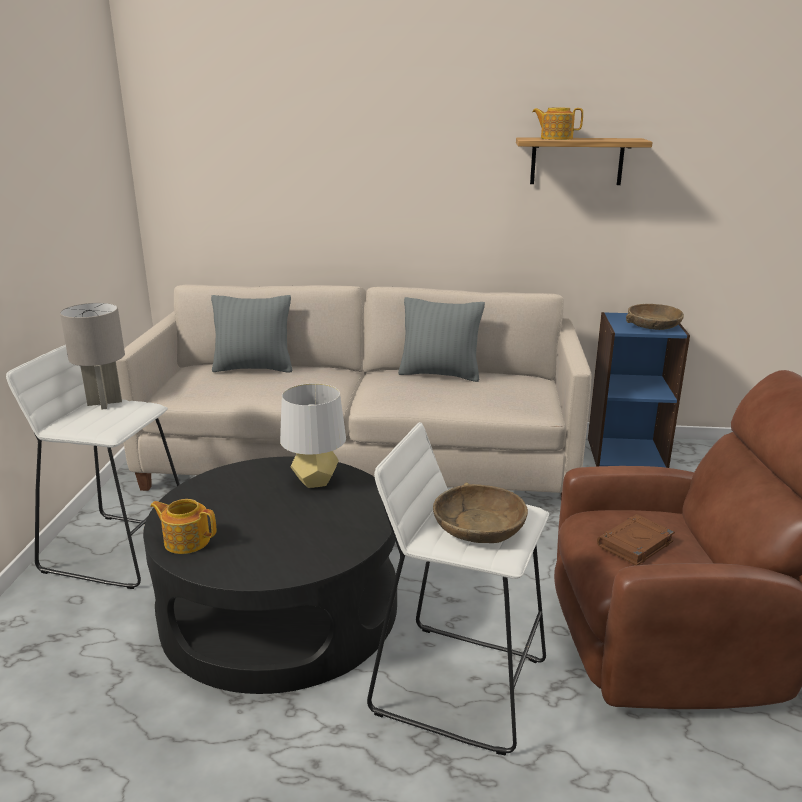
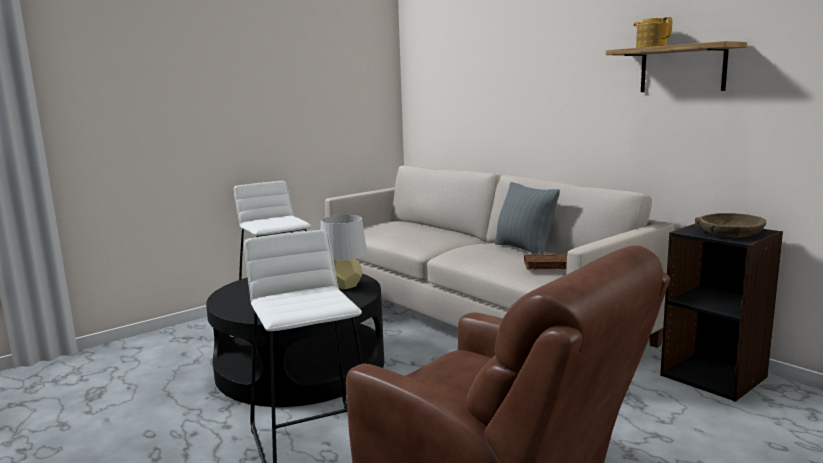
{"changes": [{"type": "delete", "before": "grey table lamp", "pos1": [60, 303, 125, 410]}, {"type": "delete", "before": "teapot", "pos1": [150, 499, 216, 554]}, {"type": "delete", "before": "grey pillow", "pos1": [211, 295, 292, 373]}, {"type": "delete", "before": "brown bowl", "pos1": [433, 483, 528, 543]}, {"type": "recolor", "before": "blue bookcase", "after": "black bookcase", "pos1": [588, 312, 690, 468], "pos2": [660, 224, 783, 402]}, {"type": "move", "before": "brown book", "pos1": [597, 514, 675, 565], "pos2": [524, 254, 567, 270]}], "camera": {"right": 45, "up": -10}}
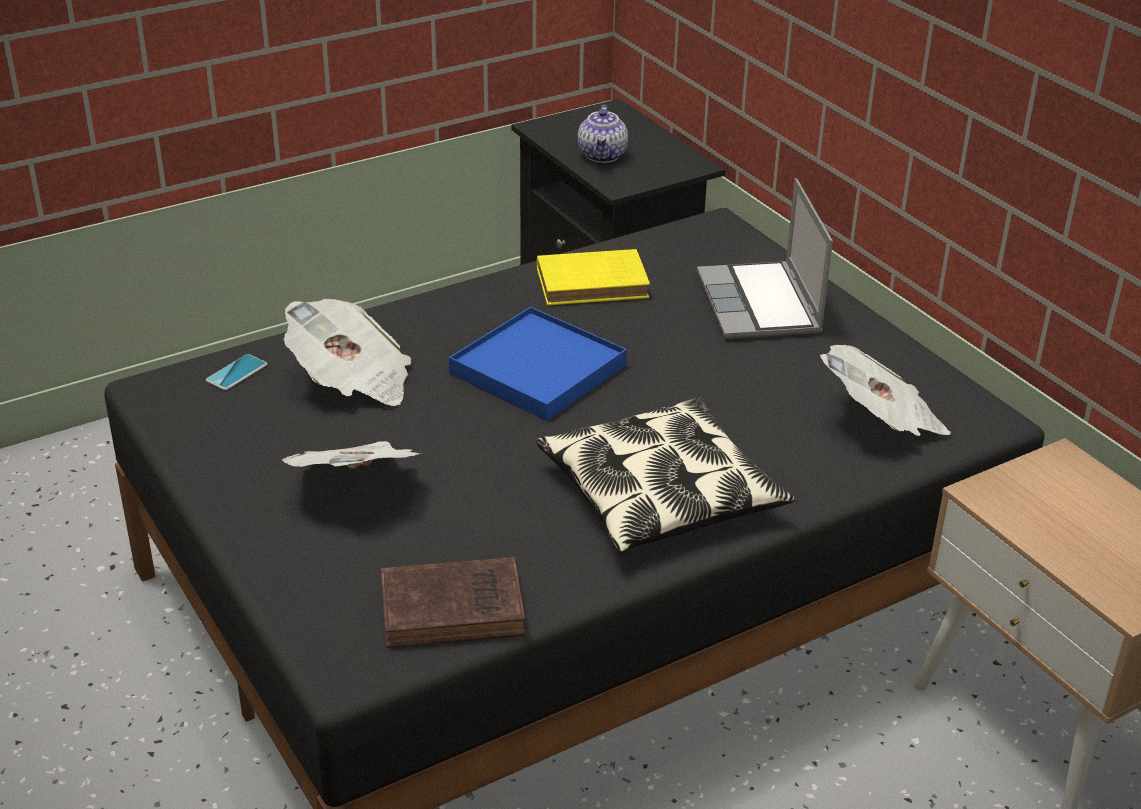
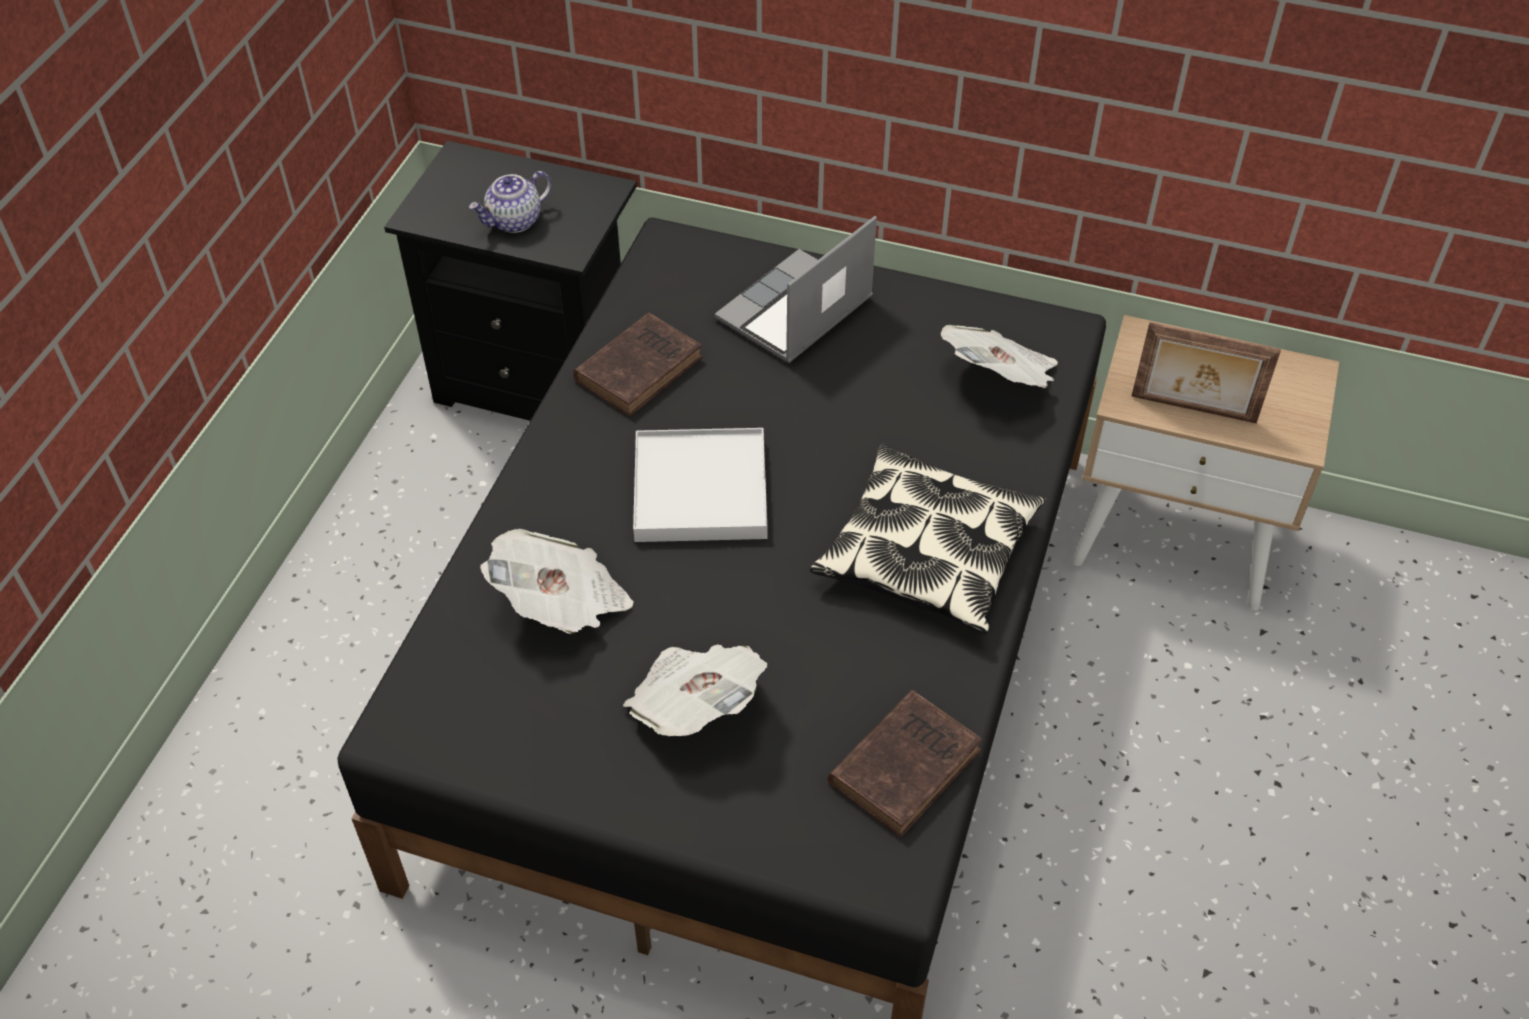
{"changes": [{"type": "delete", "before": "phone", "pos1": [206, 354, 267, 390]}, {"type": "recolor", "before": "blue tray", "after": "white tray", "pos1": [449, 307, 627, 421], "pos2": [633, 428, 767, 542]}, {"type": "recolor", "before": "yellow book", "after": "brown book", "pos1": [537, 249, 650, 305], "pos2": [574, 313, 703, 416]}, {"type": "rotate", "before": "teapot", "pos1": [578, 105, 628, 163], "pos2": [469, 171, 552, 233], "turn": 90}, {"type": "rotate", "before": "laptop", "pos1": [697, 178, 833, 339], "pos2": [715, 216, 877, 363], "turn": 90}, {"type": "insert", "after": "picture frame", "pos2": [1131, 322, 1281, 423]}], "camera": {"right": -40, "up": 15}}
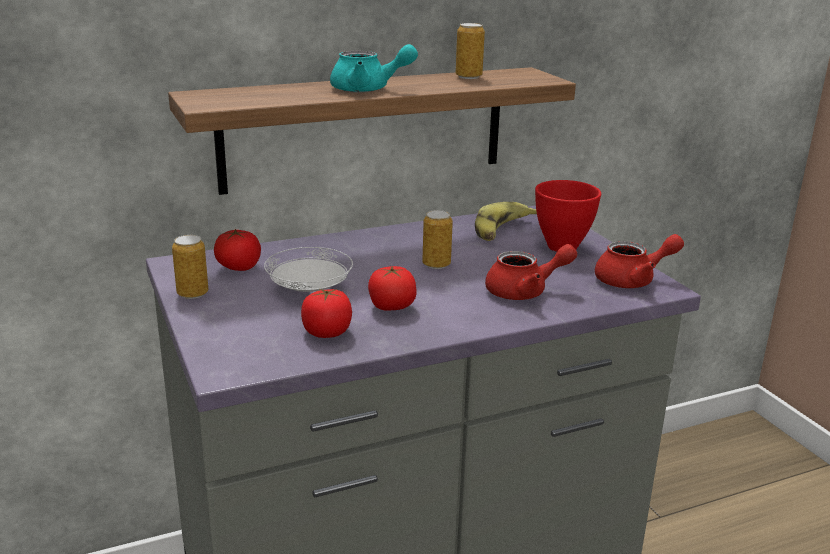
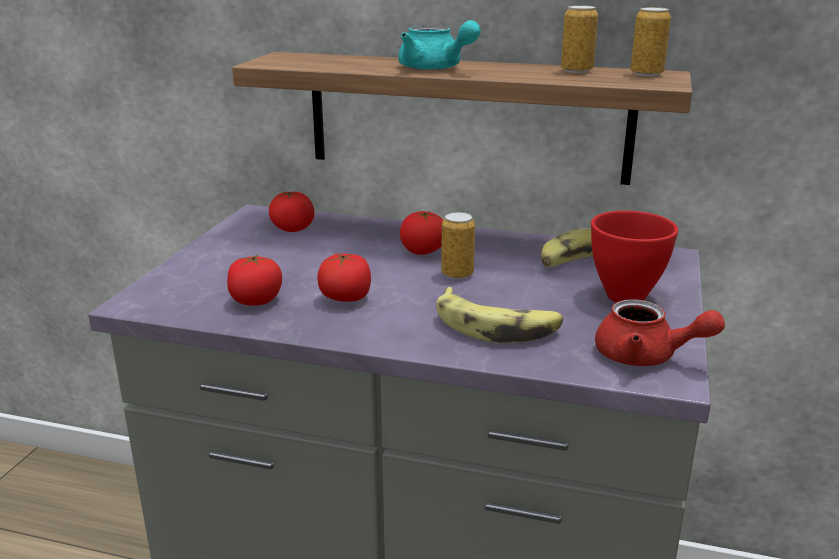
{"changes": [{"type": "move", "before": "can", "pos1": [172, 235, 208, 299], "pos2": [630, 7, 671, 76]}, {"type": "delete", "before": "white plate", "pos1": [264, 247, 353, 292]}, {"type": "replace", "before": "red teapot", "after": "banana", "pos1": [485, 244, 577, 300], "pos2": [436, 287, 563, 343]}, {"type": "insert", "after": "tomato", "pos2": [400, 211, 443, 255]}], "camera": {"right": 40, "up": 0}}
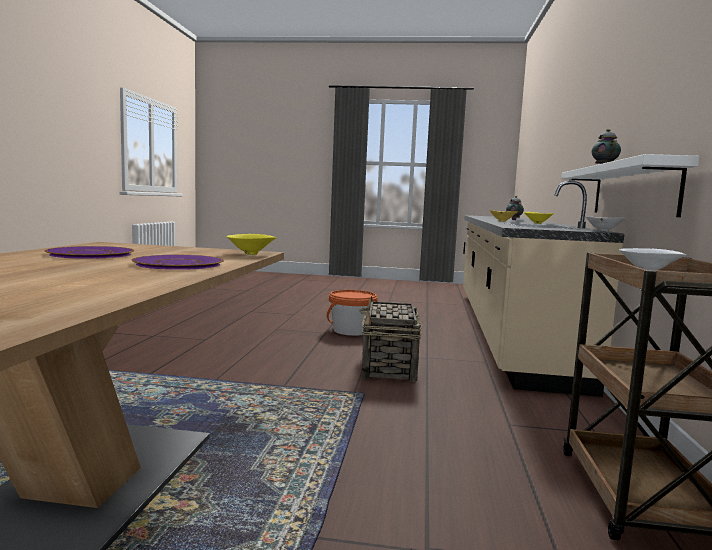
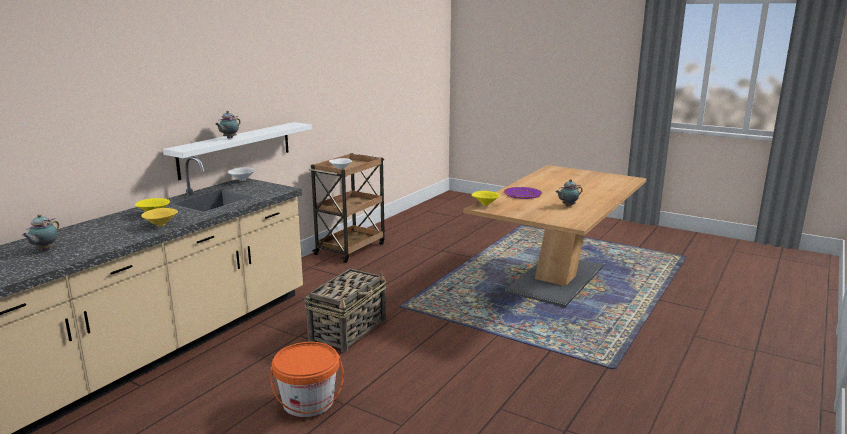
{"changes": [{"type": "replace", "before": "purple plate", "after": "teapot", "pos1": [45, 246, 135, 259], "pos2": [556, 179, 583, 206]}], "camera": {"right": -155, "up": 10}}
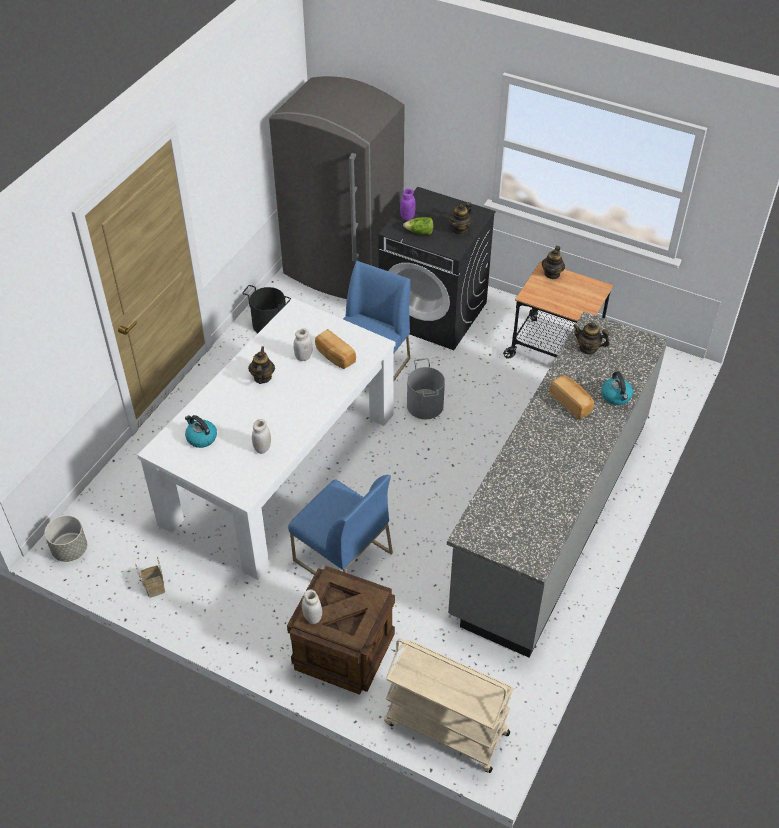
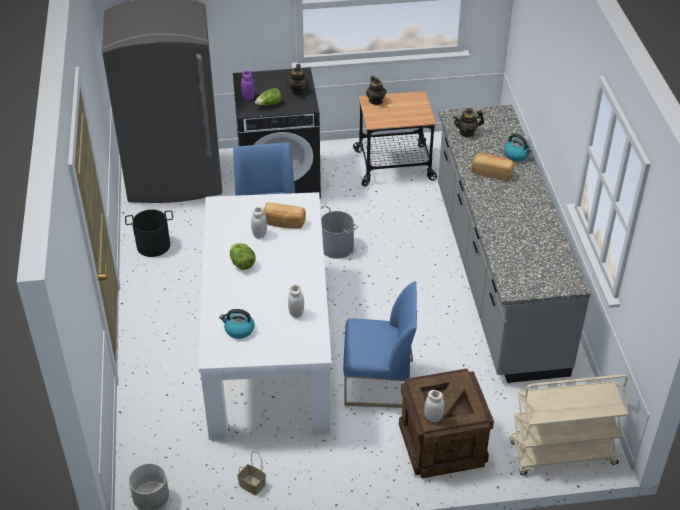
{"changes": [{"type": "replace", "before": "teapot", "after": "lettuce", "pos1": [248, 347, 275, 384], "pos2": [230, 243, 256, 270]}], "camera": {"right": -35, "up": -5}}
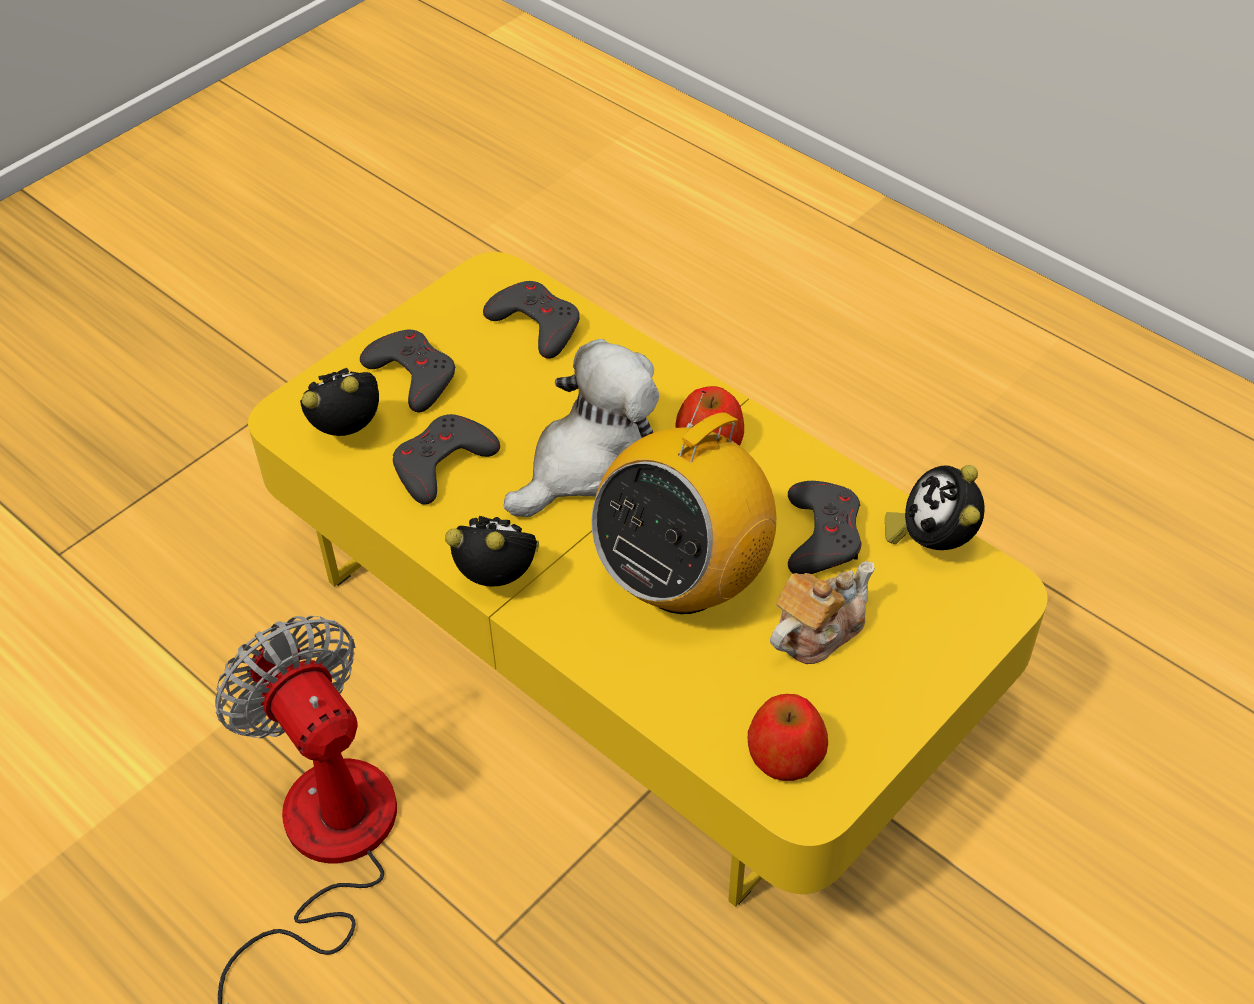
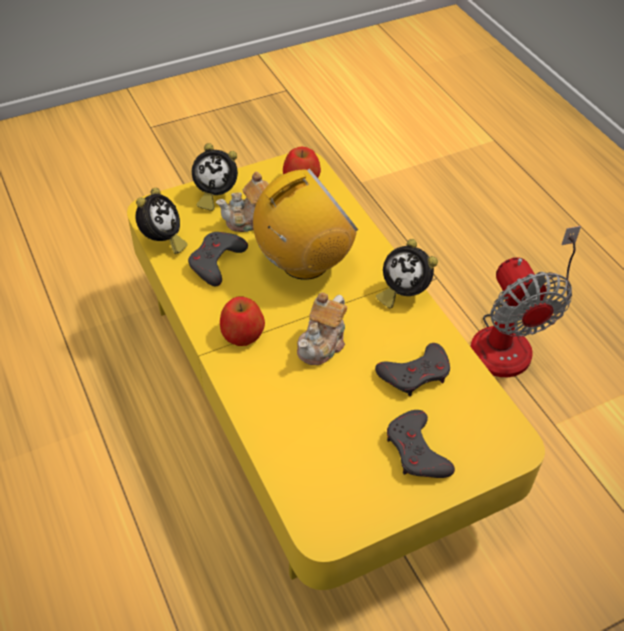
{"changes": [{"type": "move", "before": "alarm clock", "pos1": [300, 368, 379, 436], "pos2": [192, 143, 238, 211]}, {"type": "delete", "before": "grey game controller", "pos1": [483, 281, 580, 359]}, {"type": "replace", "before": "plush toy", "after": "teapot", "pos1": [504, 339, 659, 517], "pos2": [297, 293, 347, 365]}], "camera": {"right": -160, "up": 0}}
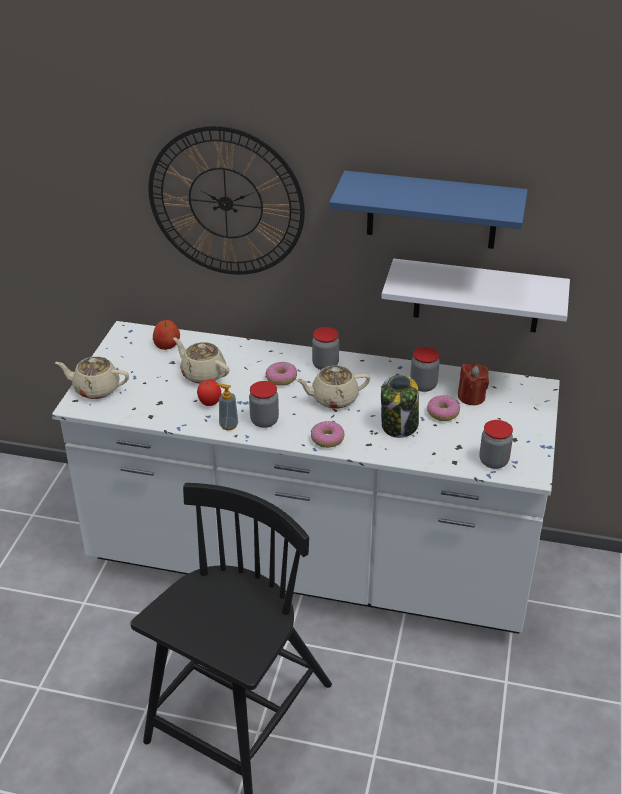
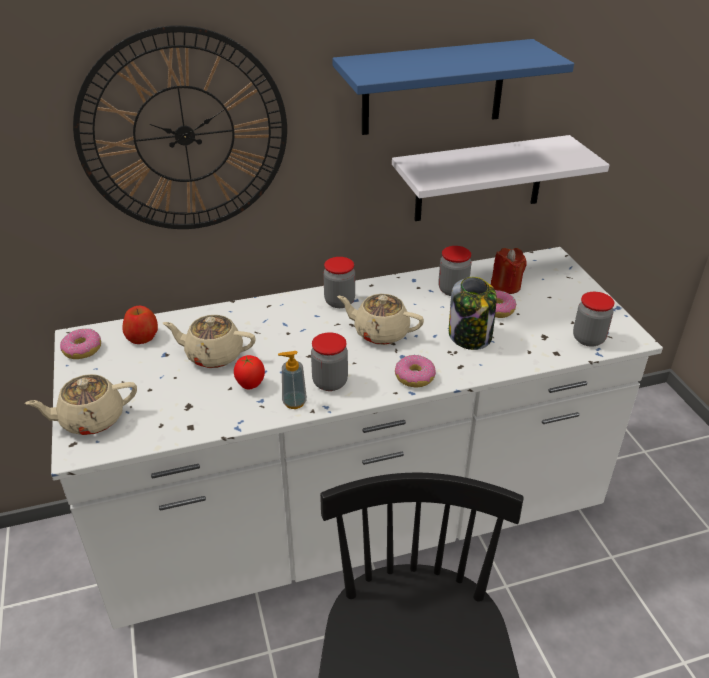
{"changes": [{"type": "move", "before": "donut", "pos1": [265, 362, 297, 386], "pos2": [60, 329, 101, 359]}, {"type": "rotate", "before": "beige teapot", "pos1": [295, 366, 370, 409], "pos2": [337, 294, 424, 345], "turn": 60}], "camera": {"right": -30, "up": 0}}
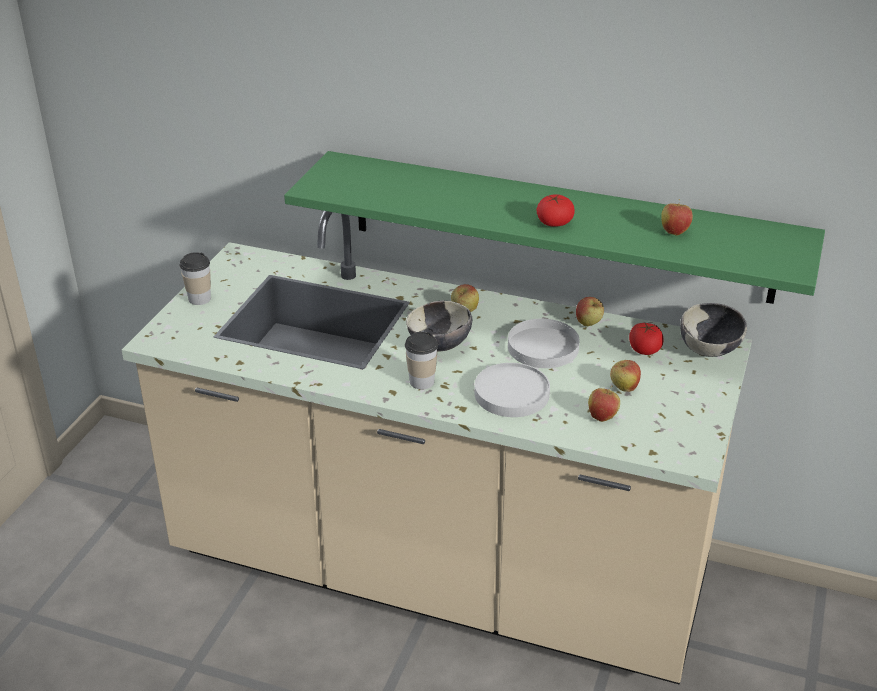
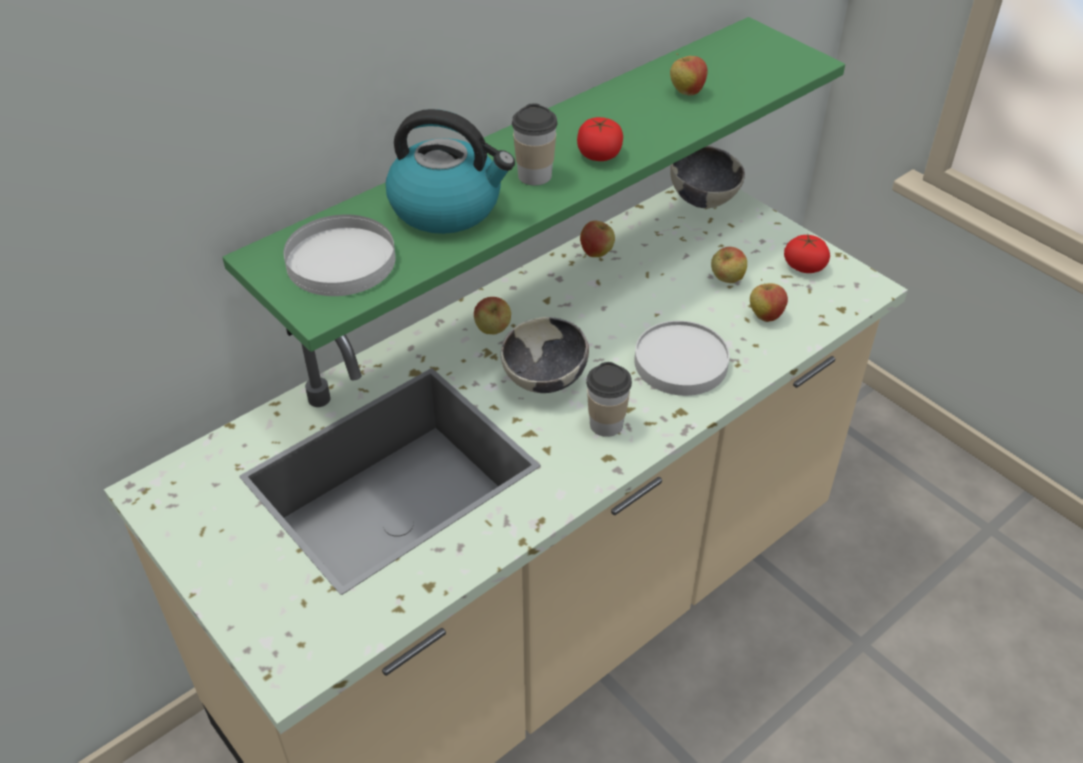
{"changes": [{"type": "move", "before": "cup", "pos1": [180, 252, 211, 305], "pos2": [512, 103, 557, 186]}, {"type": "move", "before": "white plate", "pos1": [508, 319, 580, 368], "pos2": [283, 215, 396, 296]}, {"type": "move", "before": "tomato", "pos1": [629, 323, 663, 355], "pos2": [784, 235, 830, 273]}, {"type": "insert", "after": "kettle", "pos2": [386, 109, 515, 234]}], "camera": {"right": -60, "up": 10}}
